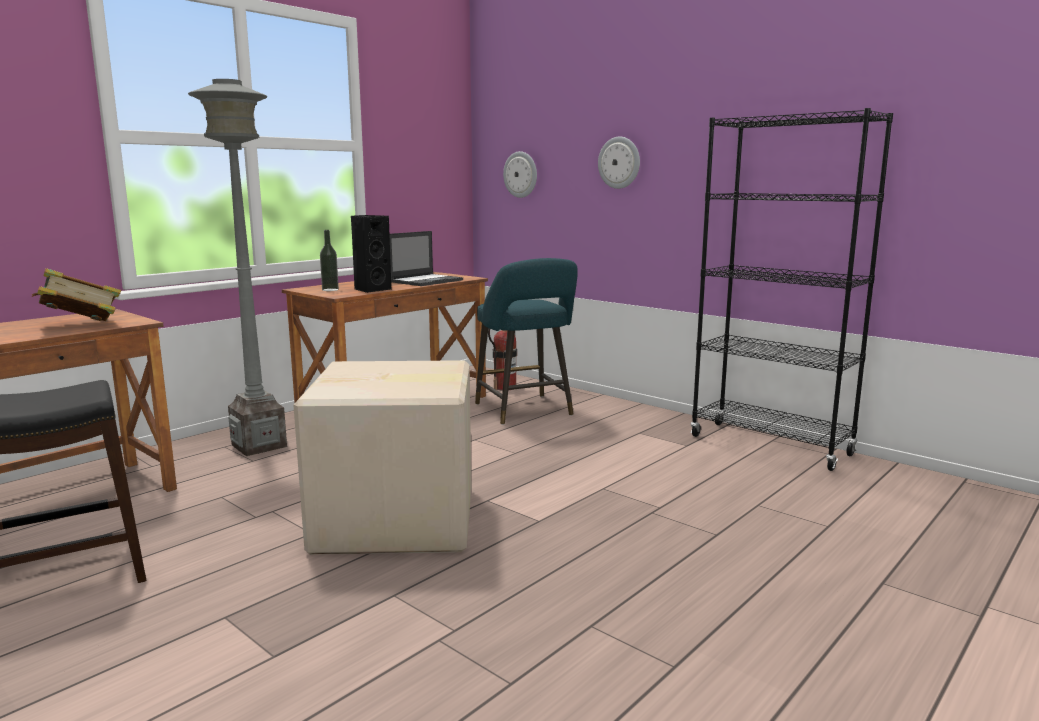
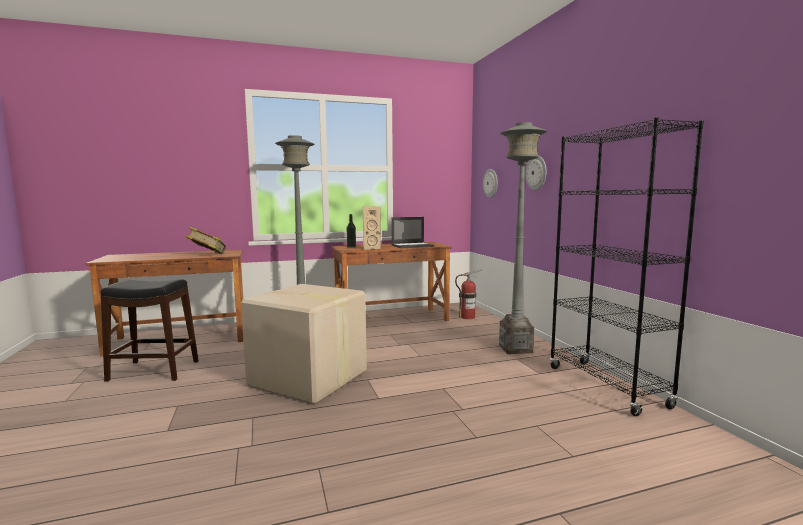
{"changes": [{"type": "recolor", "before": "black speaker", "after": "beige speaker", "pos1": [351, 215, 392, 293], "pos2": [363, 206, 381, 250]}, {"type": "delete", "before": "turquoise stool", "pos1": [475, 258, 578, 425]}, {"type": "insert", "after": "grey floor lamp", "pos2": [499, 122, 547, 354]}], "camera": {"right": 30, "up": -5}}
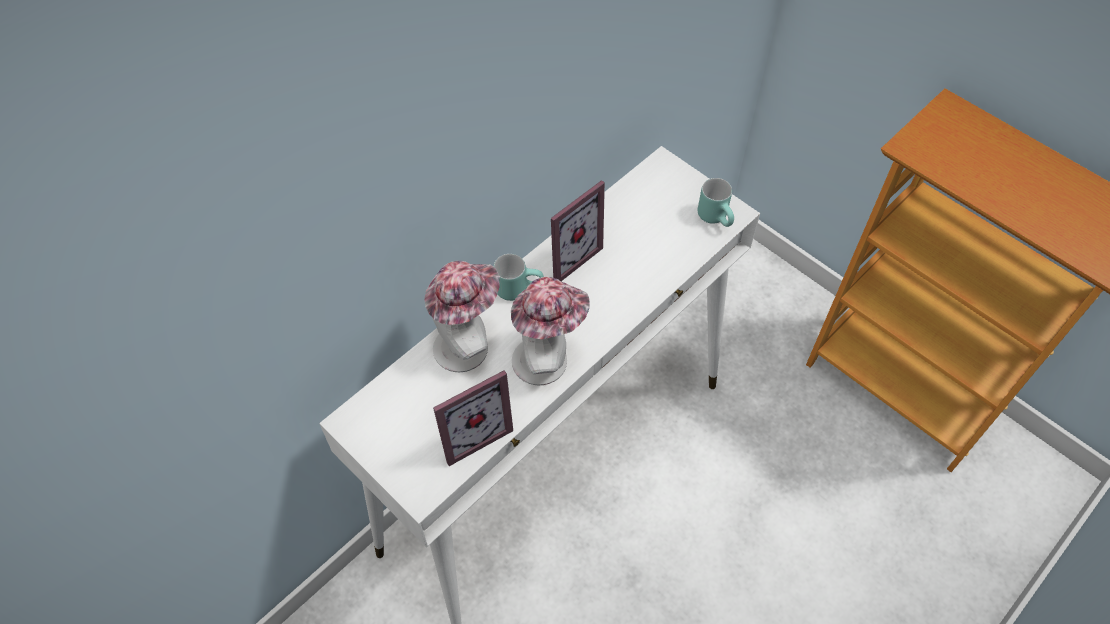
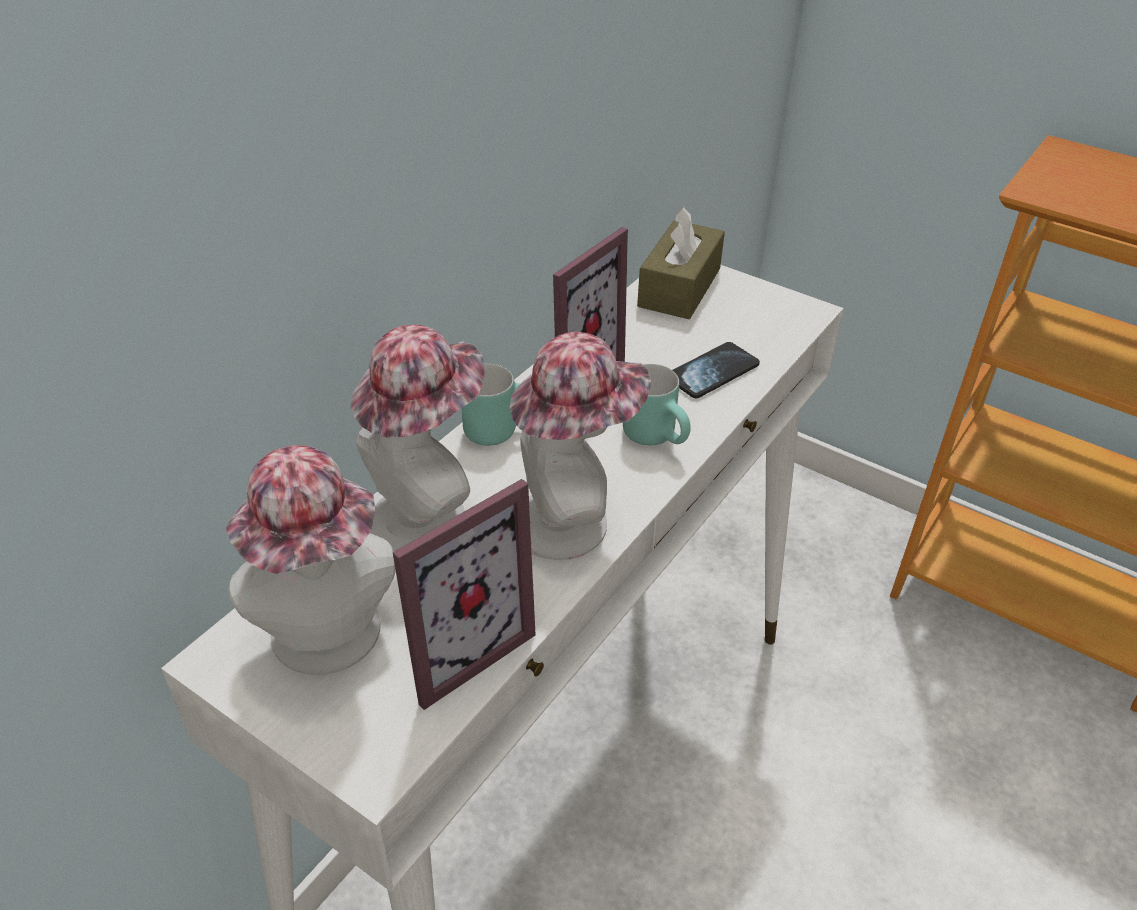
{"changes": [{"type": "move", "before": "turquoise mug", "pos1": [698, 178, 734, 227], "pos2": [623, 364, 691, 445]}, {"type": "insert", "after": "hat", "pos2": [226, 445, 396, 675]}, {"type": "insert", "after": "brown tissue box", "pos2": [637, 206, 725, 319]}, {"type": "insert", "after": "phone", "pos2": [673, 342, 760, 398]}], "camera": {"right": -10, "up": -15}}
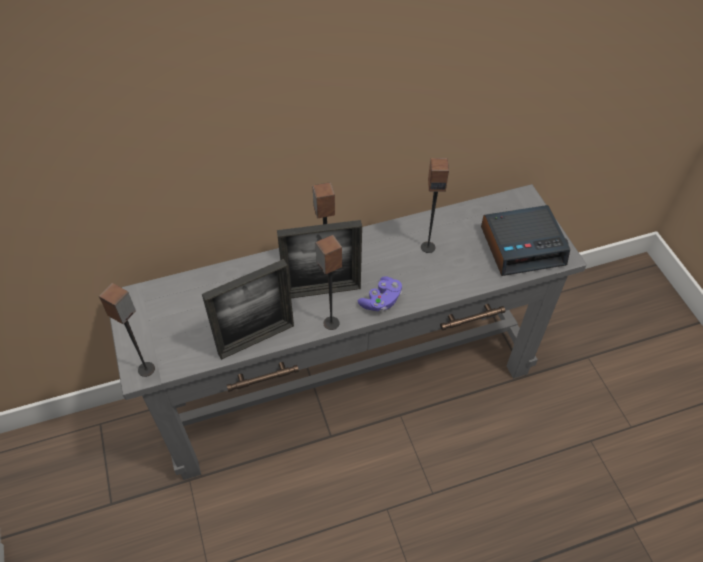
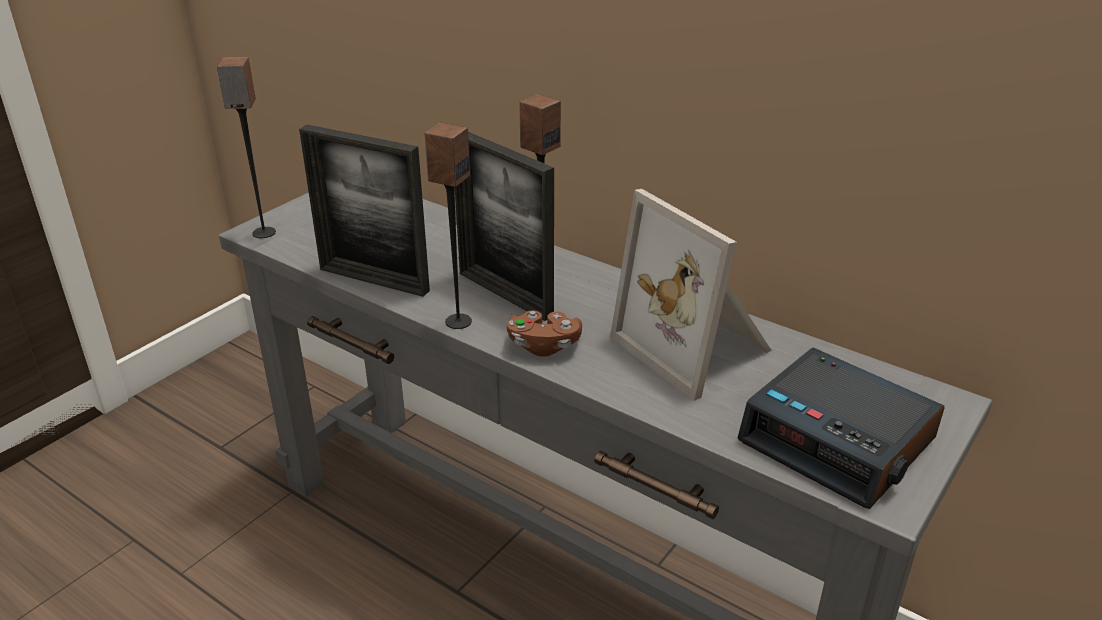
{"changes": [{"type": "recolor", "before": "purple game controller", "after": "brown game controller", "pos1": [358, 276, 402, 312], "pos2": [507, 310, 582, 357]}, {"type": "replace", "before": "speaker", "after": "picture frame", "pos1": [421, 158, 449, 253], "pos2": [610, 189, 772, 401]}], "camera": {"right": 55, "up": -20}}
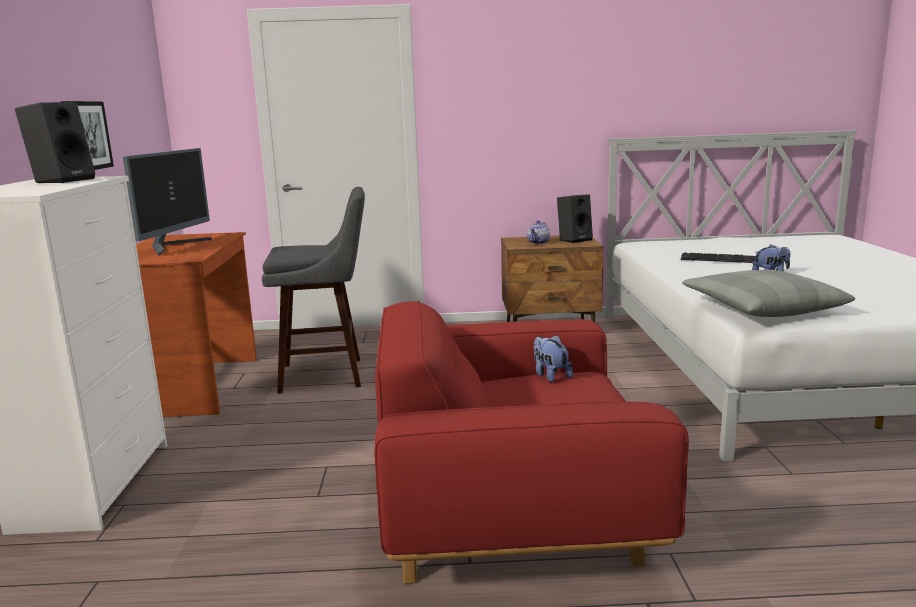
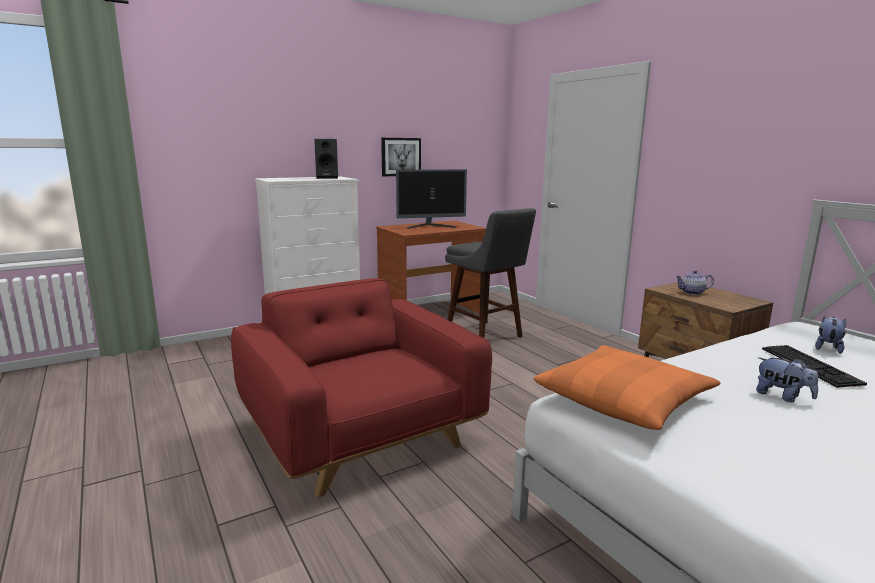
{"changes": [{"type": "move", "before": "plush toy", "pos1": [533, 335, 573, 382], "pos2": [815, 316, 846, 354]}, {"type": "delete", "before": "black speaker", "pos1": [557, 194, 593, 243]}, {"type": "recolor", "before": "grey pillow", "after": "orange pillow", "pos1": [682, 270, 855, 317], "pos2": [534, 345, 720, 430]}], "camera": {"right": 60, "up": 0}}
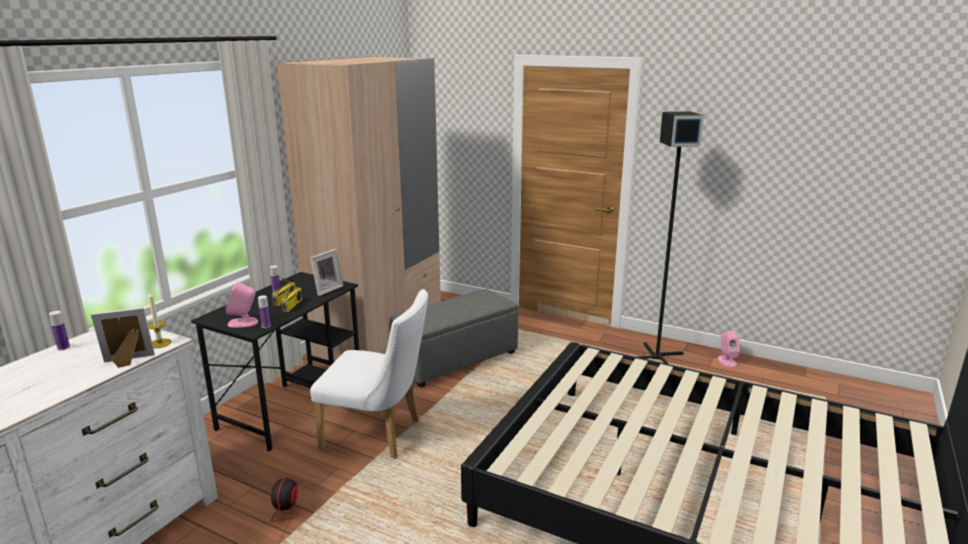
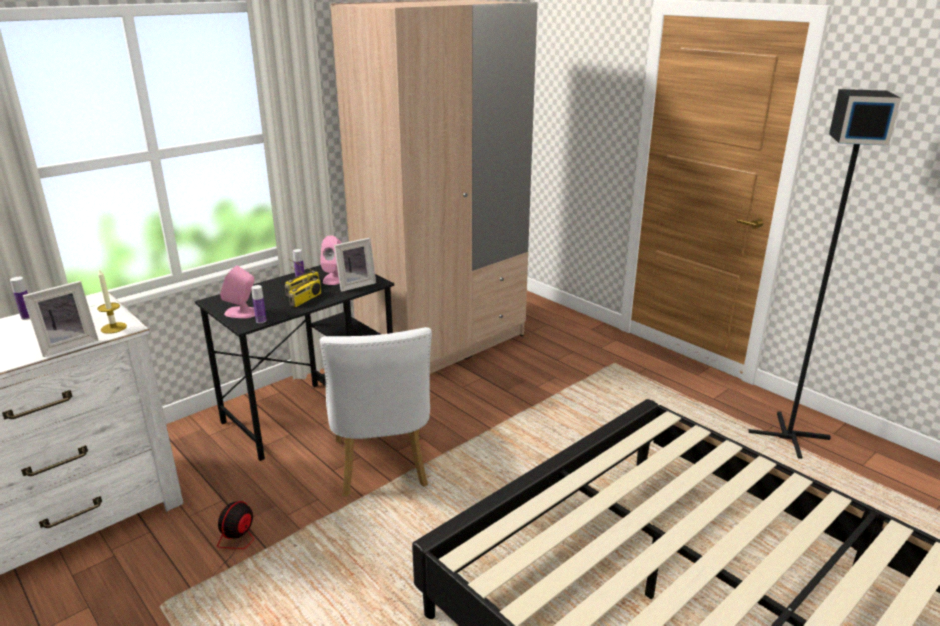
{"changes": [{"type": "rotate", "before": "picture frame", "pos1": [91, 307, 155, 368], "pos2": [23, 281, 98, 357], "turn": 135}, {"type": "rotate", "before": "white chair", "pos1": [310, 289, 428, 459], "pos2": [320, 327, 432, 497], "turn": 45}, {"type": "delete", "before": "grey ottoman", "pos1": [389, 289, 518, 388]}, {"type": "move", "before": "pink speaker", "pos1": [717, 331, 740, 367], "pos2": [320, 235, 342, 285]}], "camera": {"right": 20, "up": 5}}
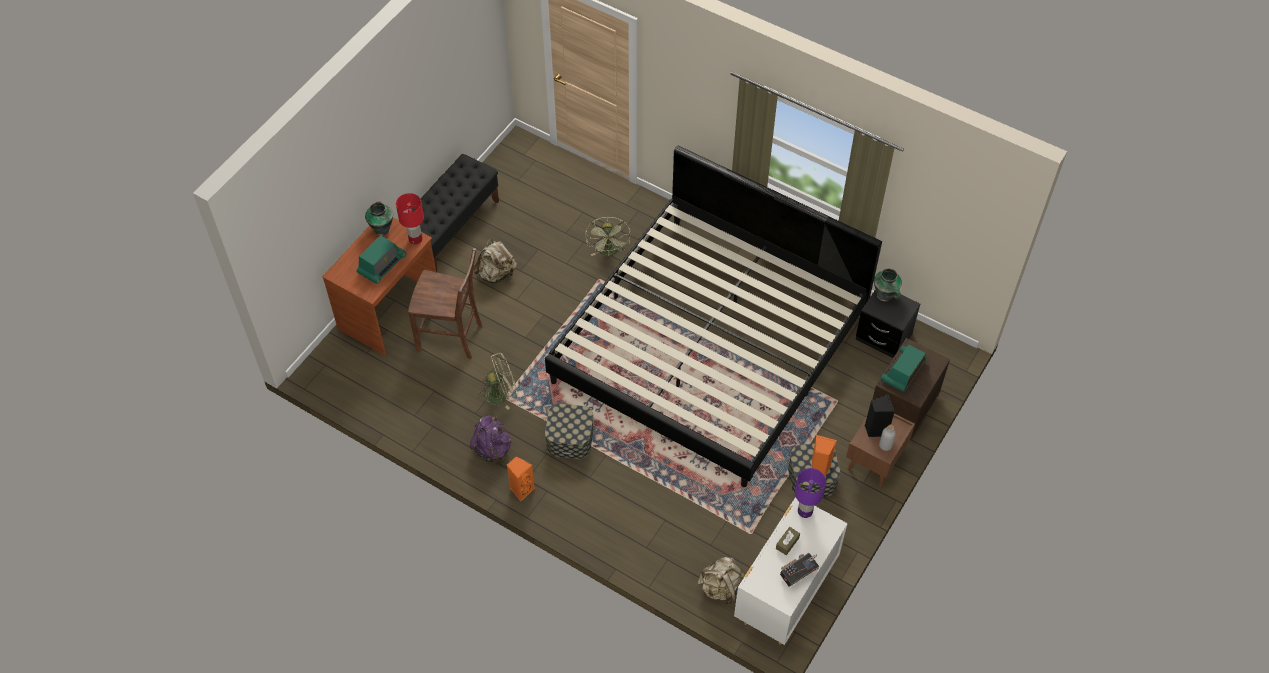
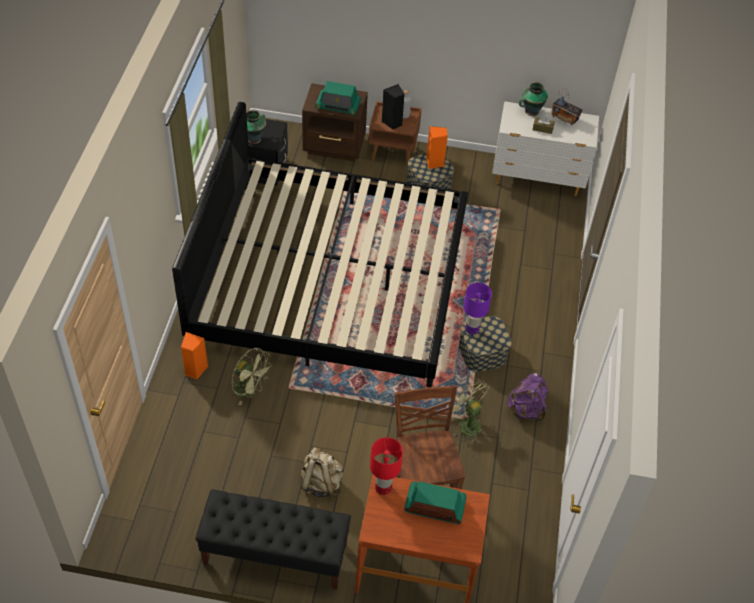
{"changes": [{"type": "move", "before": "vase", "pos1": [365, 201, 393, 236], "pos2": [519, 82, 548, 116]}, {"type": "move", "before": "orange speaker", "pos1": [507, 456, 535, 501], "pos2": [181, 332, 208, 379]}, {"type": "rotate", "before": "green fan", "pos1": [585, 217, 631, 256], "pos2": [231, 347, 272, 405], "turn": 60}, {"type": "delete", "before": "beige backpack", "pos1": [698, 557, 745, 604]}, {"type": "move", "before": "purple table lamp", "pos1": [795, 468, 826, 518], "pos2": [464, 283, 492, 335]}], "camera": {"right": -115, "up": -5}}
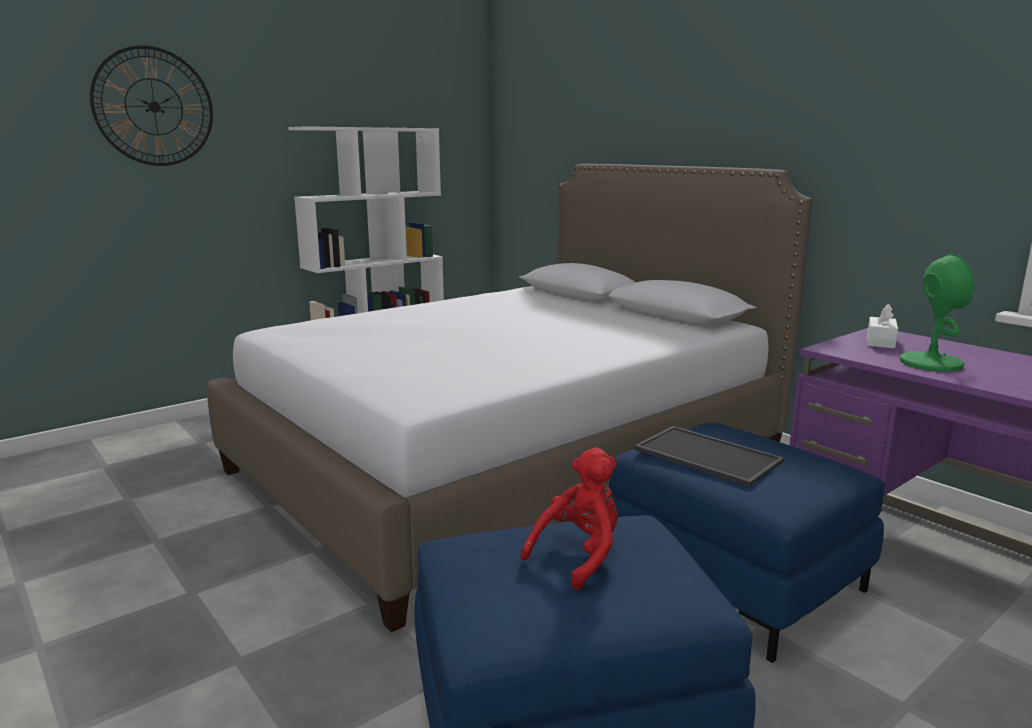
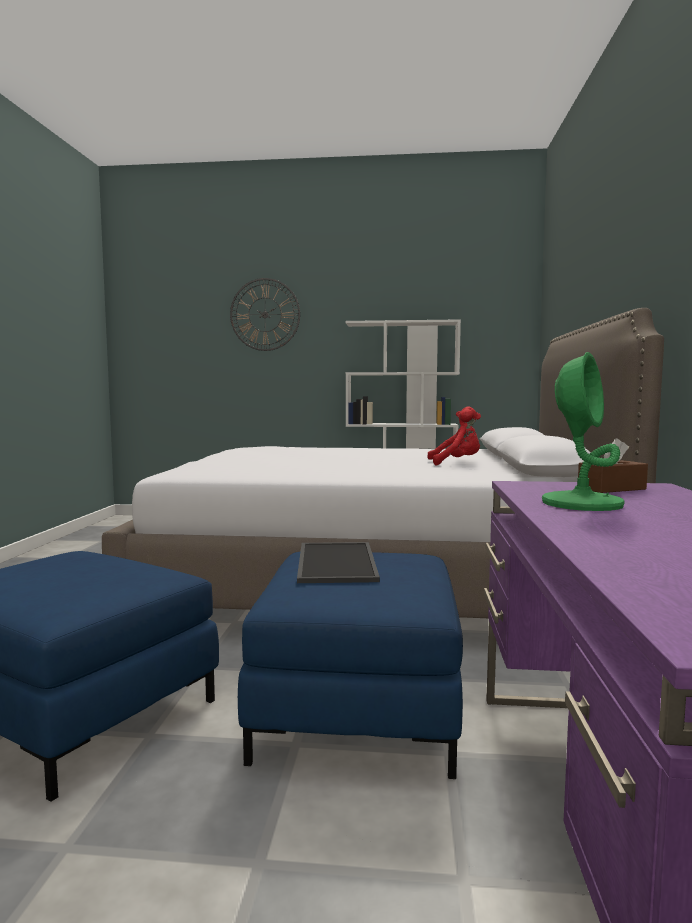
{"changes": [{"type": "move", "before": "red plush toy", "pos1": [521, 448, 618, 590], "pos2": [427, 406, 481, 466]}, {"type": "recolor", "before": "white tissue box", "after": "brown tissue box", "pos1": [867, 304, 898, 348], "pos2": [578, 438, 648, 493]}], "camera": {"right": 45, "up": -10}}
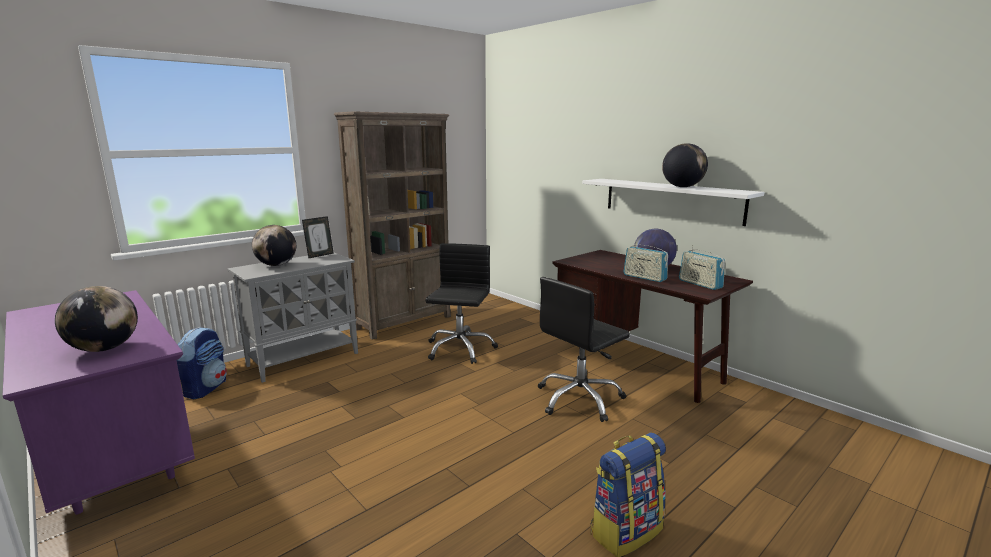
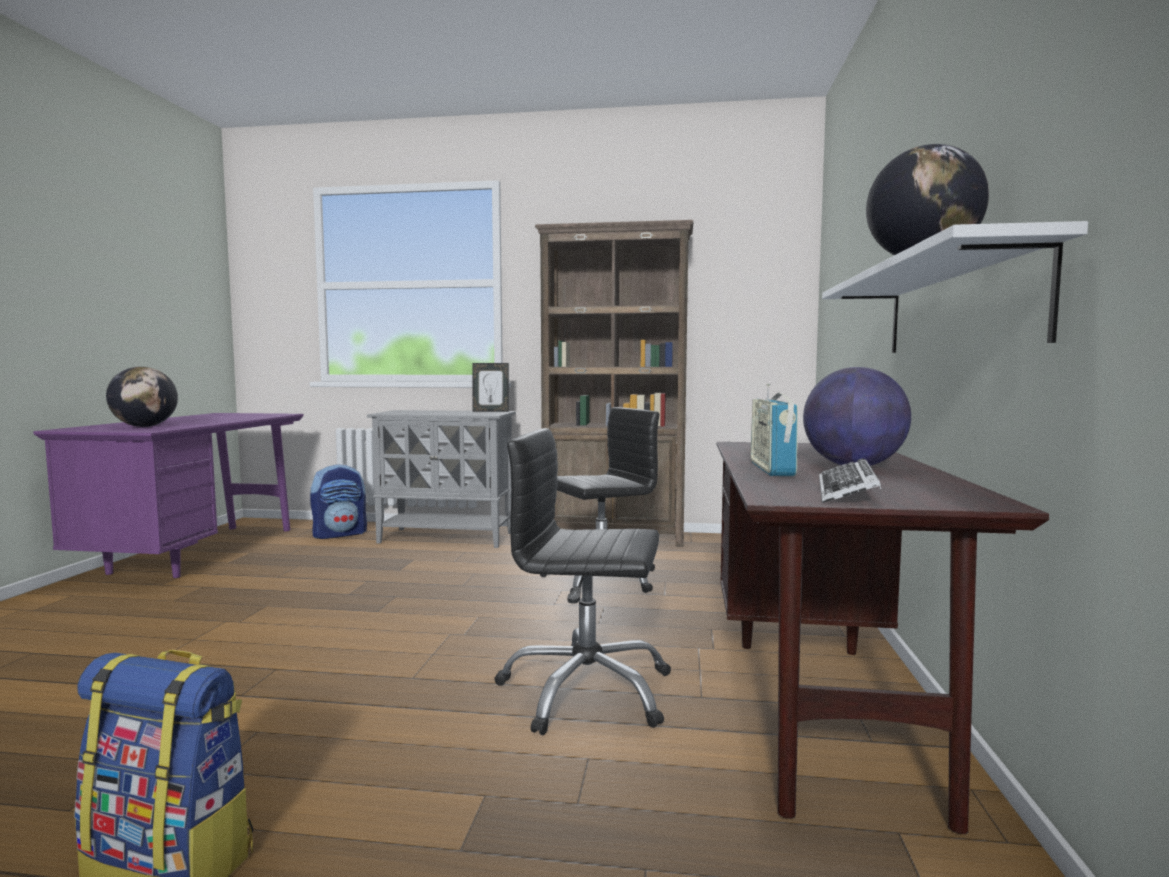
{"changes": [{"type": "delete", "before": "globe", "pos1": [252, 225, 296, 266]}, {"type": "replace", "before": "radio", "after": "keyboard", "pos1": [679, 245, 725, 290], "pos2": [819, 458, 881, 503]}], "camera": {"right": 50, "up": -10}}
